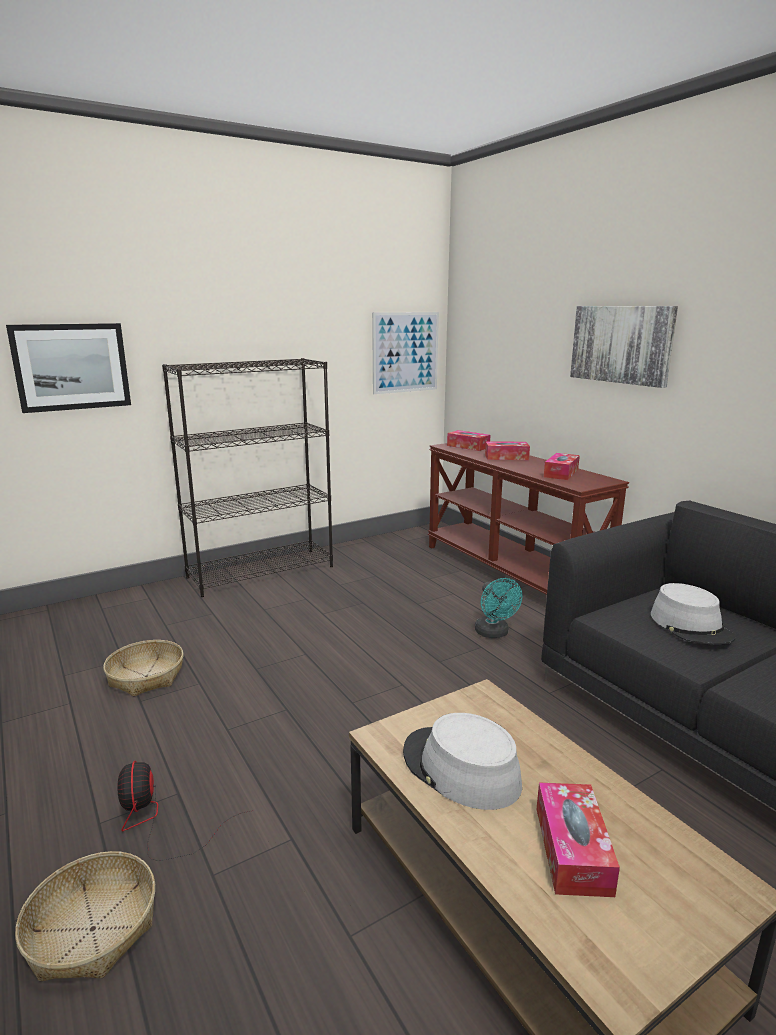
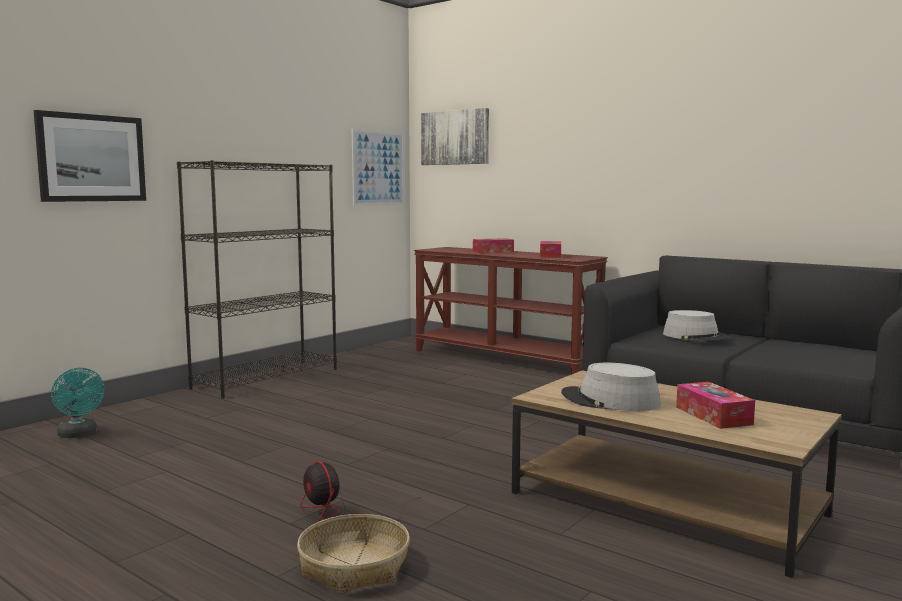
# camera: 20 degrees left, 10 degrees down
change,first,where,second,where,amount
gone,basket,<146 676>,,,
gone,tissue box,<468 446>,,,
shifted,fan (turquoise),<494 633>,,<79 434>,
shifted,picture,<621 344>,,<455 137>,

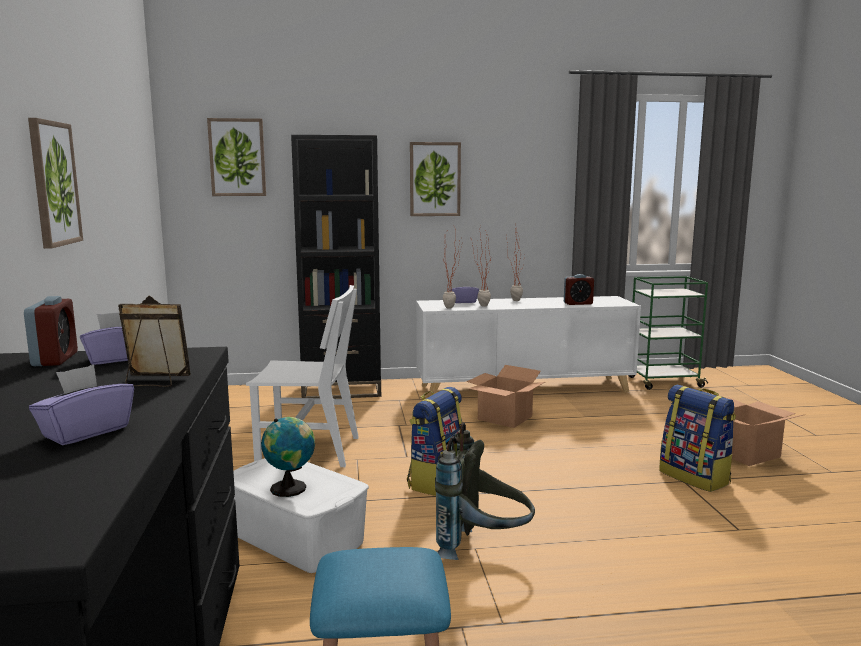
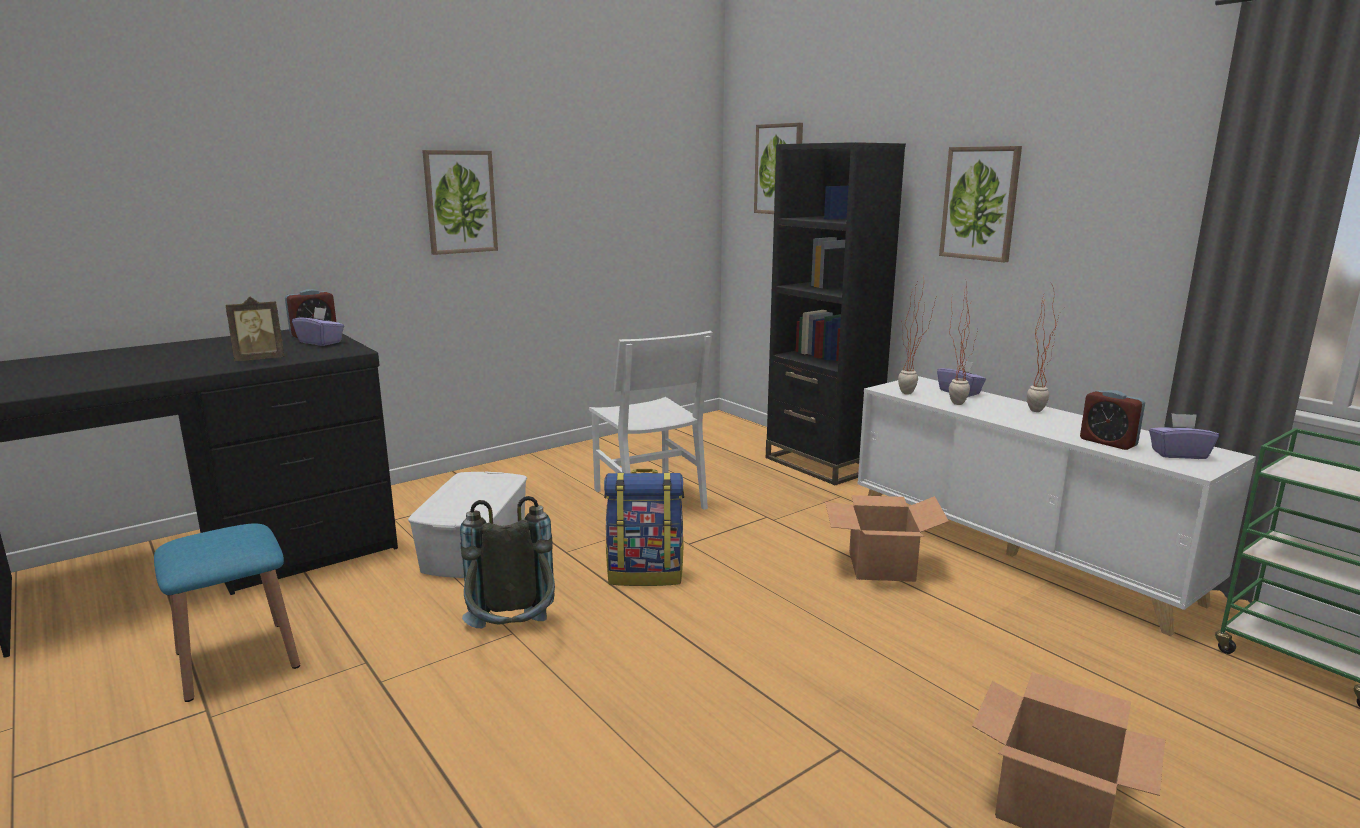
# camera: 60 degrees right, 5 degrees up
change,first,where,second,where,amount
shifted,tissue box (purple),<86 432>,,<1178 454>,
rotated,picture frame,<155 382>,,<259 359>,90 degrees clockwise
gone,globe,<291 488>,,,
gone,backpack,<695 477>,,,

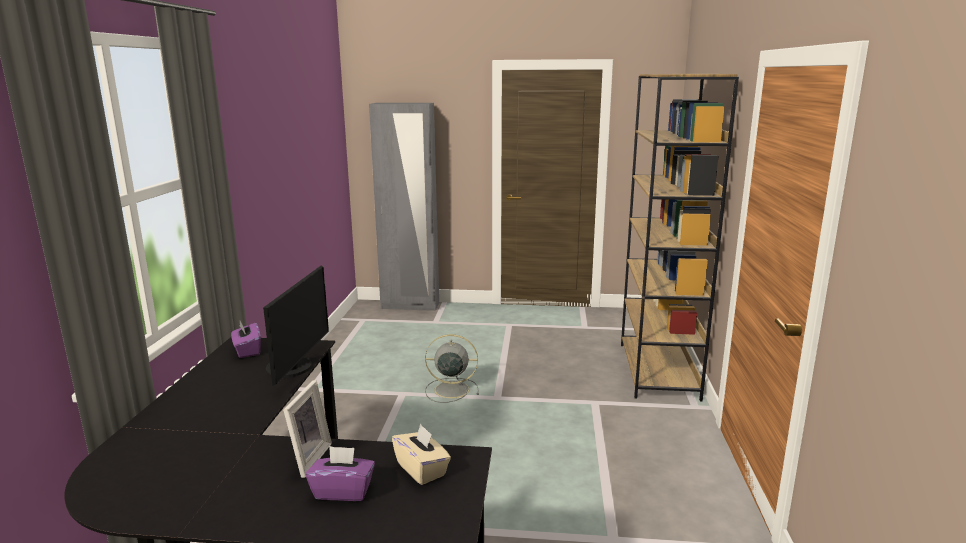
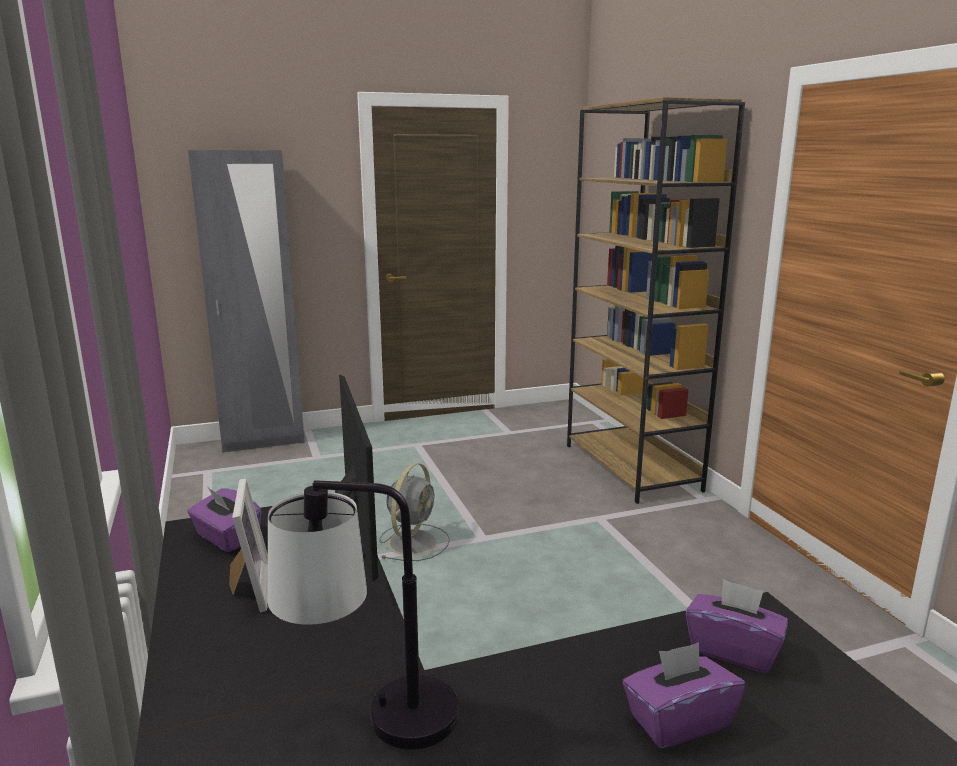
# camera: 25 degrees left, 0 degrees up
change,first,where,second,where,amount
shifted,picture frame,<306 458>,,<248 590>,
repainted,tissue box (beige),<422 469>,tissue box (purple),<733 650>,
rotated,fan (grey),<450 390>,,<414 541>,135 degrees clockwise
new,,,table lamp,<371 718>,

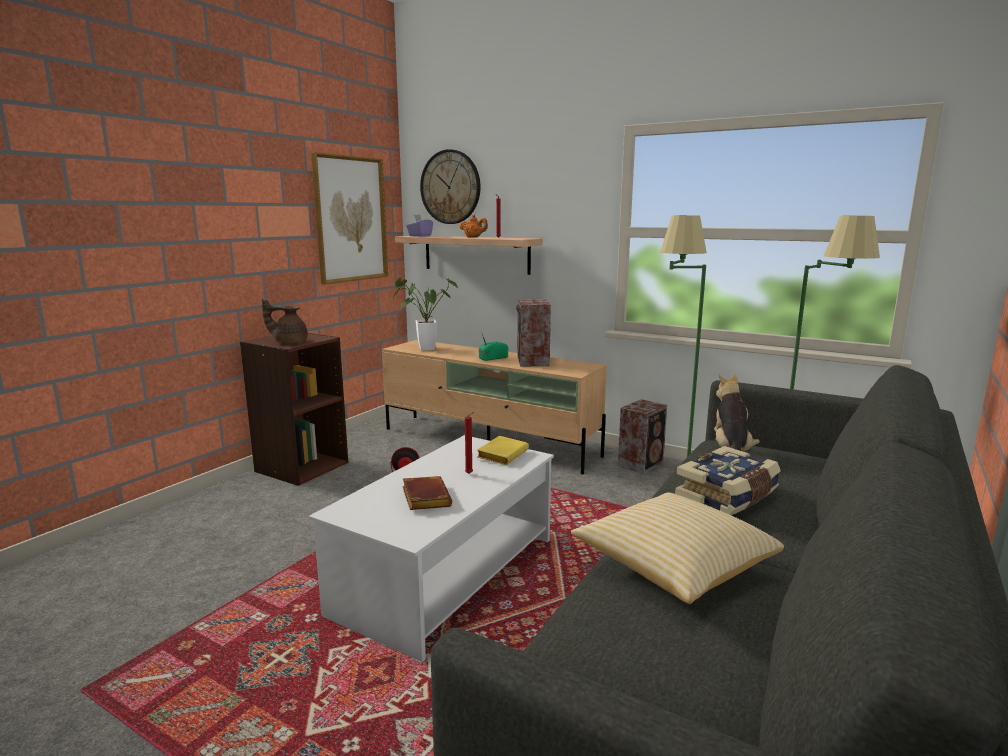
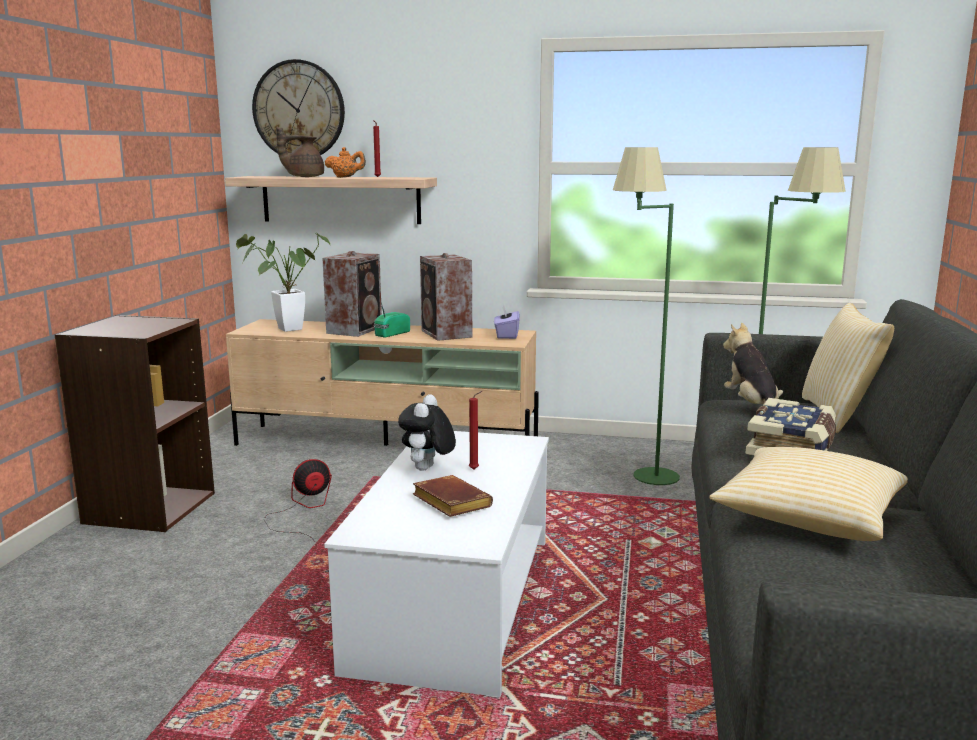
# camera: 20 degrees left, 0 degrees up
change,first,where,second,where,amount
shifted,teapot (brown),<289 342>,,<303 177>,
gone,picture,<350 219>,,,
shifted,tissue box (purple),<419 236>,,<506 335>,
gone,book (yellow),<502 454>,,,
shifted,speaker,<642 463>,,<356 330>,
new,,,plush toy,<427 469>,
new,,,pillow,<839 415>,

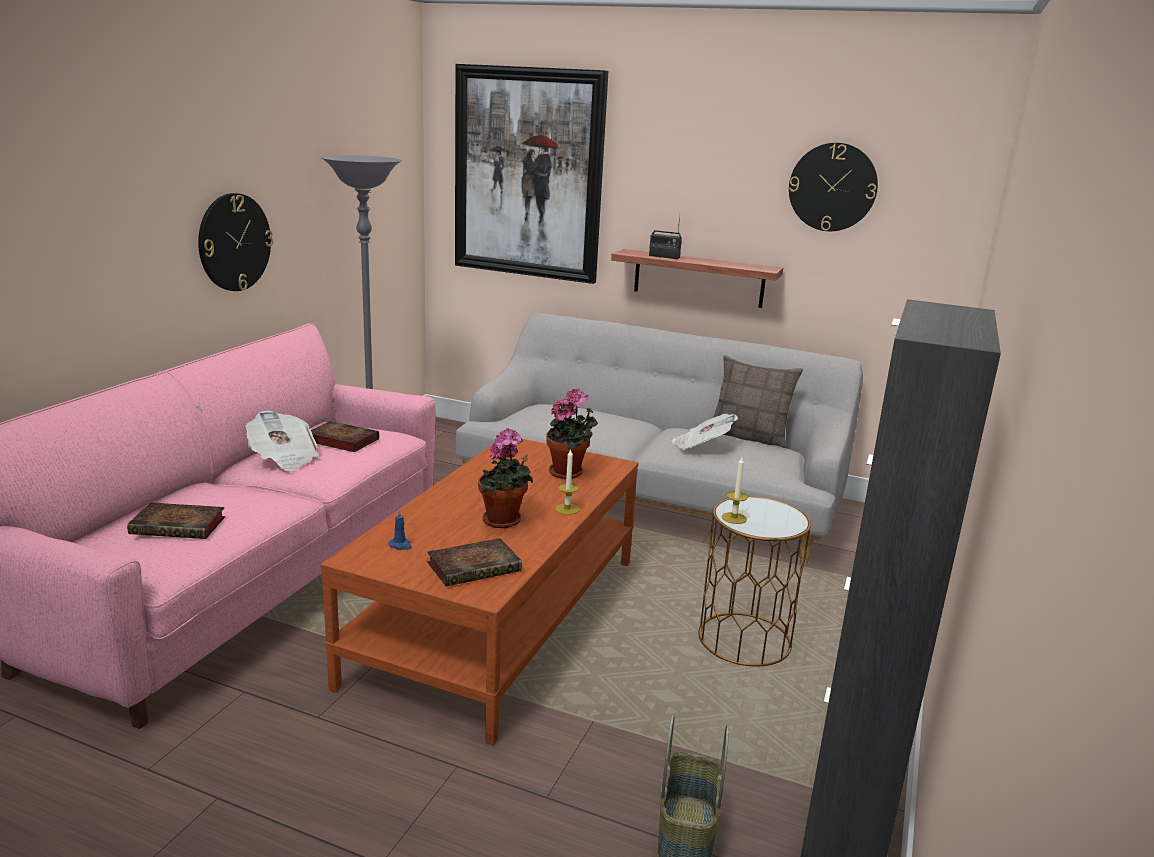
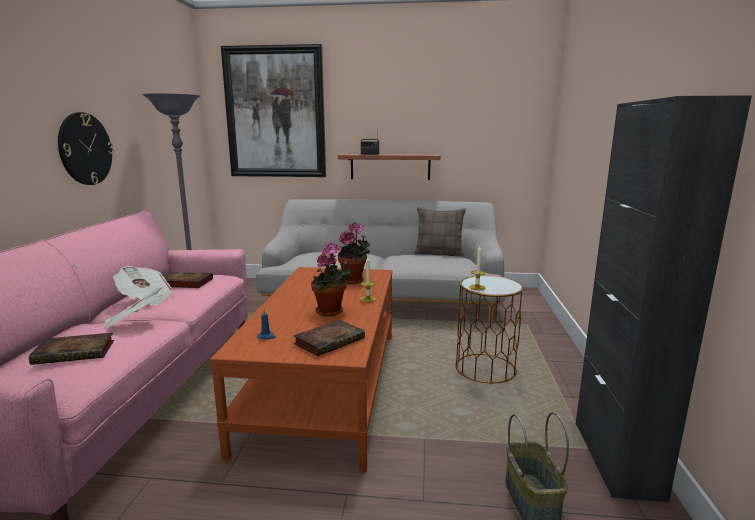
# camera: 15 degrees left, 5 degrees down
change,first,where,second,where,amount
shifted,newspaper,<701 447>,,<134 323>,
gone,wall clock,<832 187>,,,

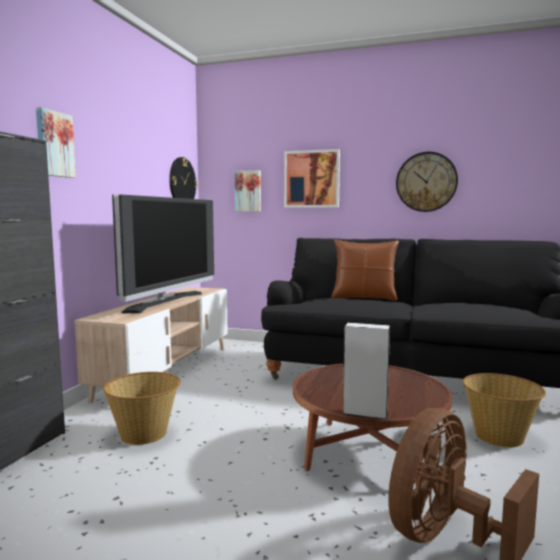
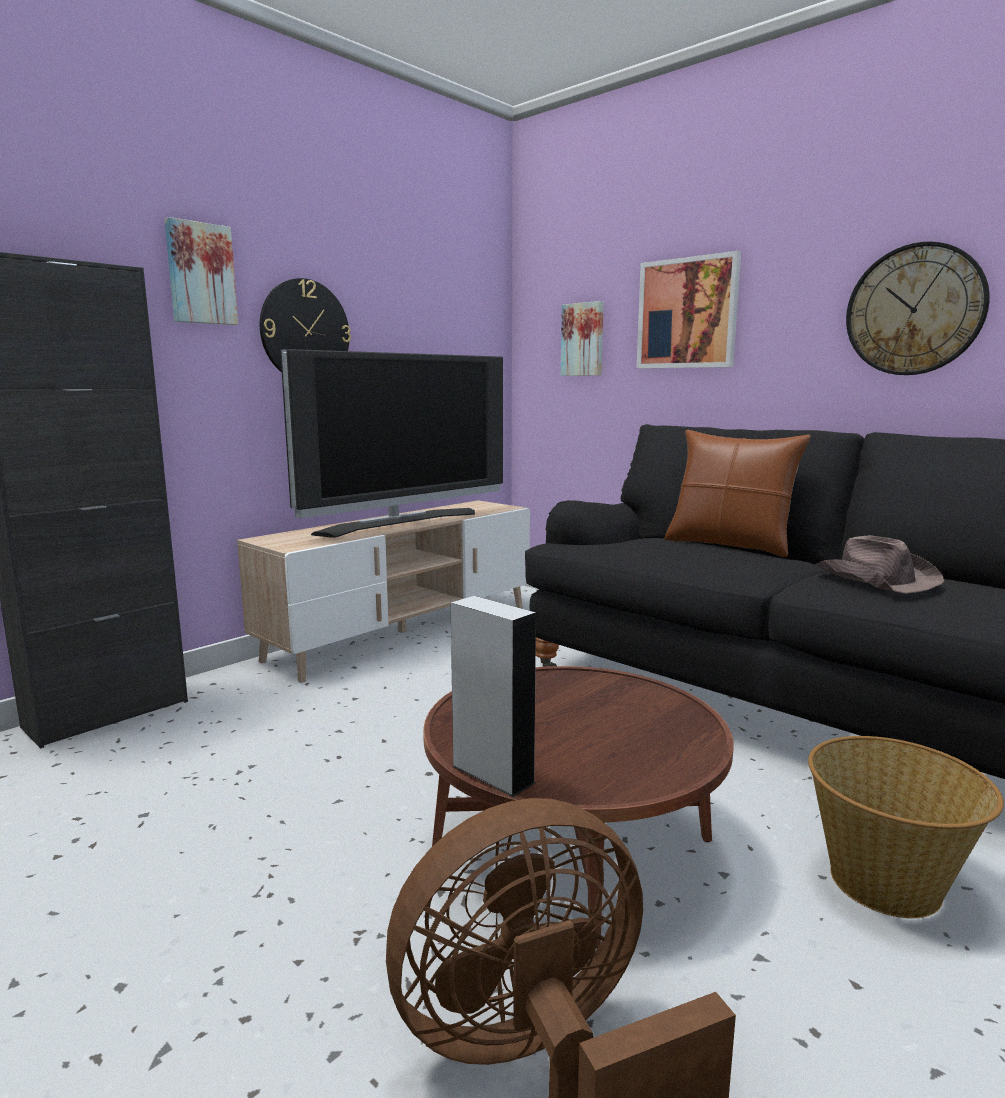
# camera: 25 degrees right, 5 degrees up
change,first,where,second,where,amount
gone,basket,<144 434>,,,
shifted,wall clock,<182 182>,,<305 331>,
new,,,hat (brown),<875 578>,

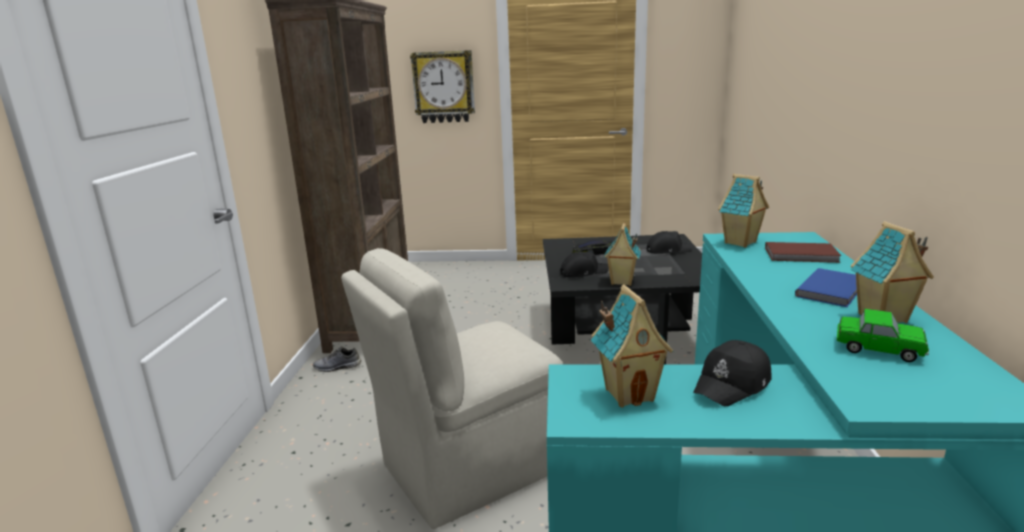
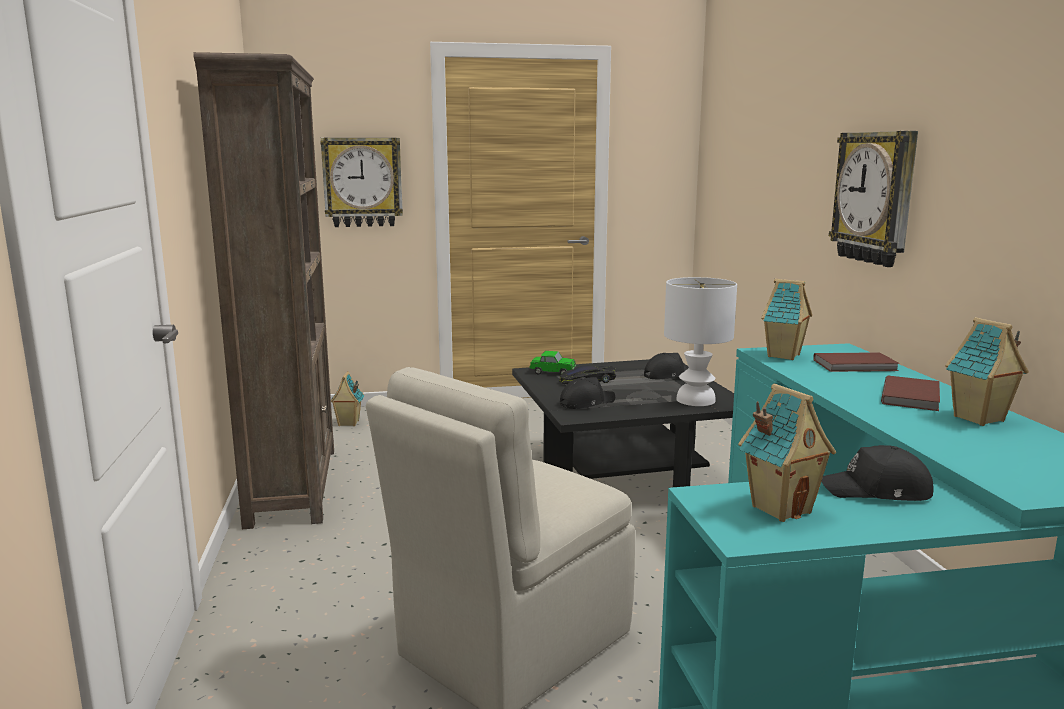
# camera: 15 degrees left, 5 degrees down
change,first,where,second,where,amount
gone,shoe (grey),<337 367>,,,
shifted,toy house,<621 282>,,<348 423>,
rotated,cap (black),<733 384>,,<877 491>,60 degrees clockwise
repainted,book (blue),<833 290>,book (brown),<912 396>,
shifted,toy car,<879 349>,,<552 372>,
new,,,table lamp (white),<694 400>,
new,,,wall clock,<875 197>,

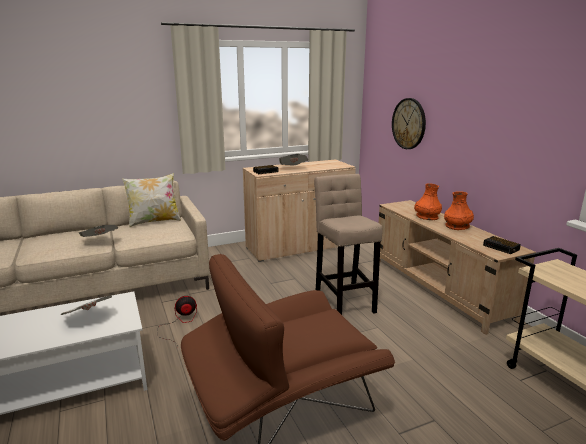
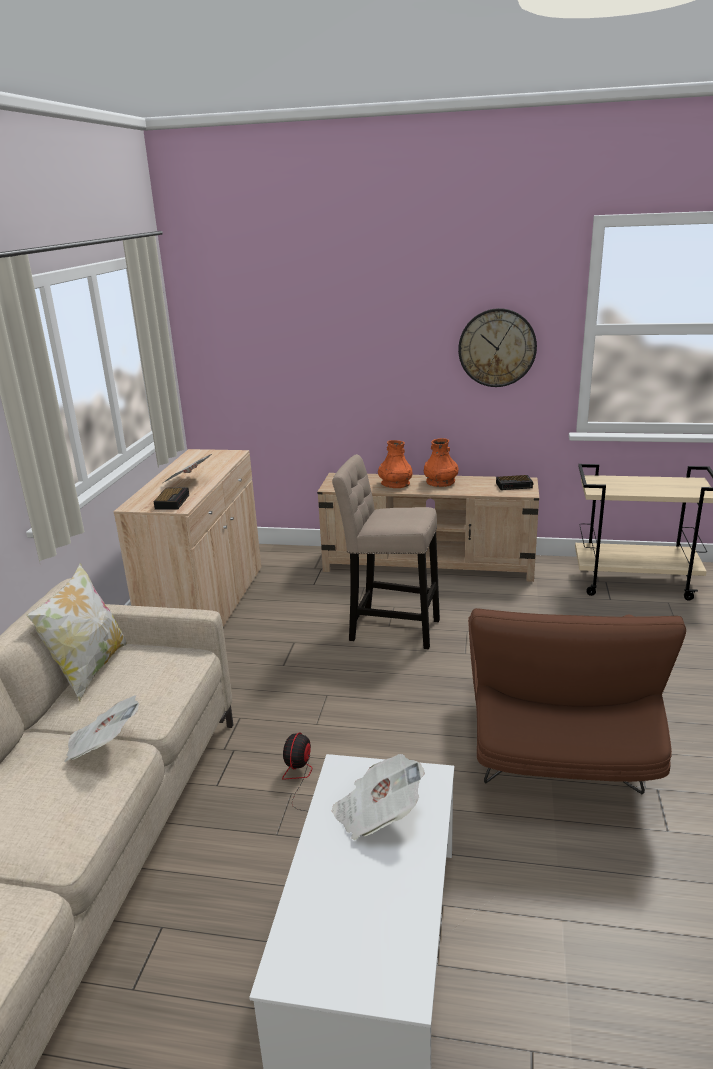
# camera: 55 degrees left, 5 degrees up
change,first,where,second,where,amount
shifted,wall clock,<409 123>,,<497 348>,

